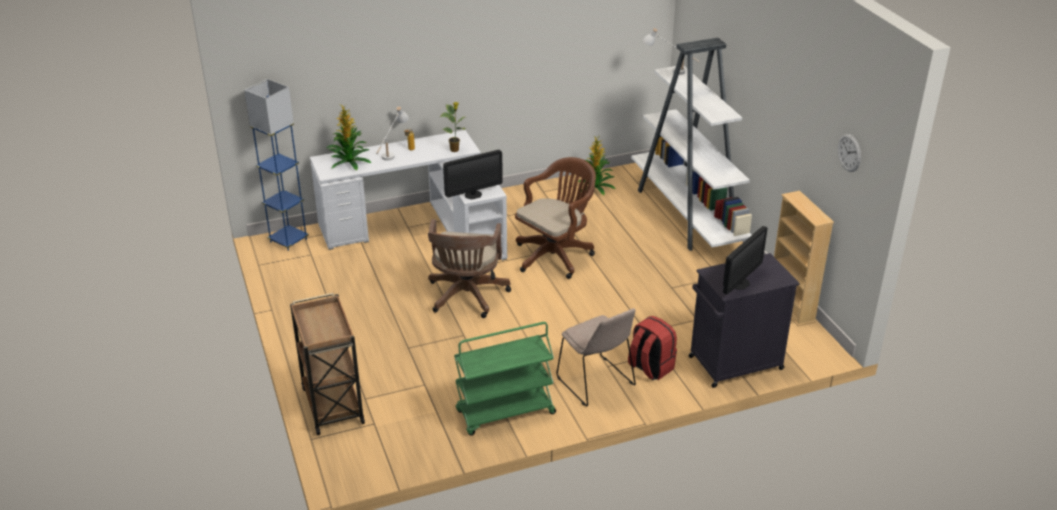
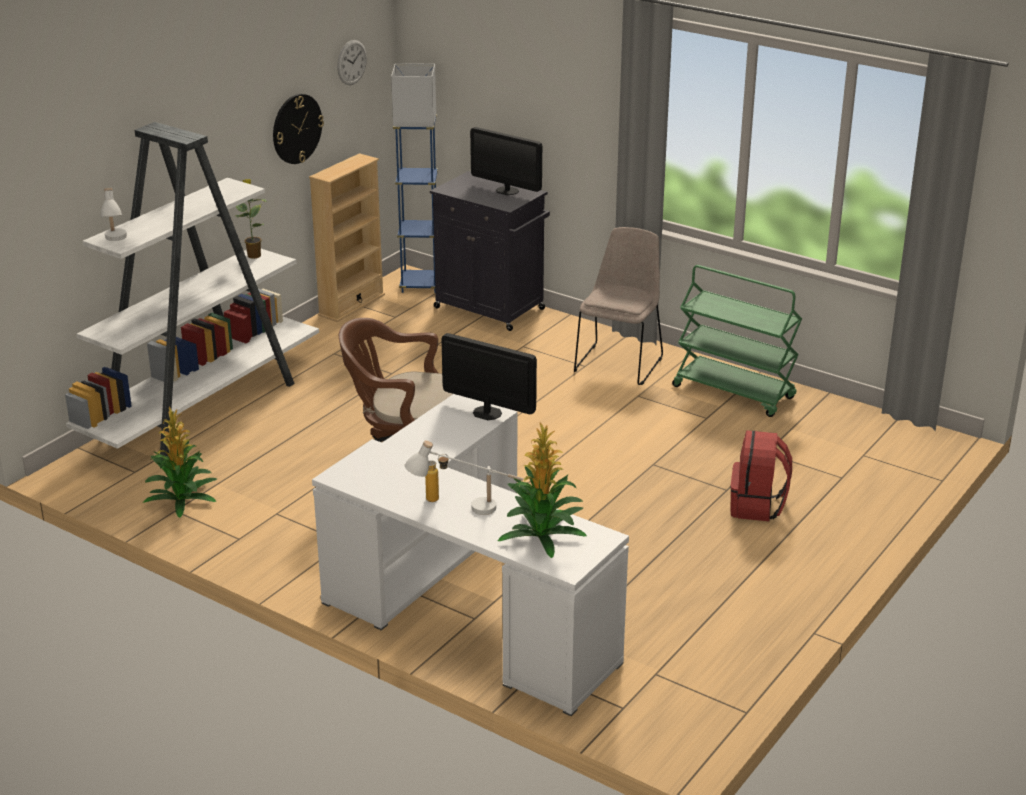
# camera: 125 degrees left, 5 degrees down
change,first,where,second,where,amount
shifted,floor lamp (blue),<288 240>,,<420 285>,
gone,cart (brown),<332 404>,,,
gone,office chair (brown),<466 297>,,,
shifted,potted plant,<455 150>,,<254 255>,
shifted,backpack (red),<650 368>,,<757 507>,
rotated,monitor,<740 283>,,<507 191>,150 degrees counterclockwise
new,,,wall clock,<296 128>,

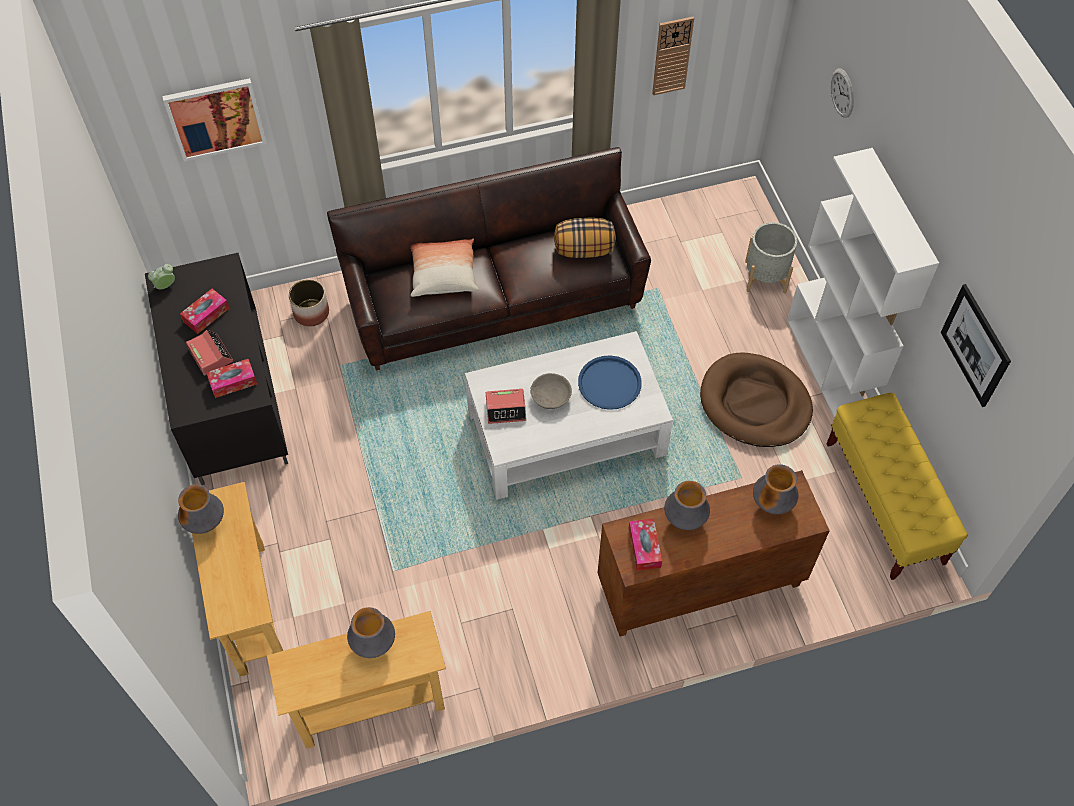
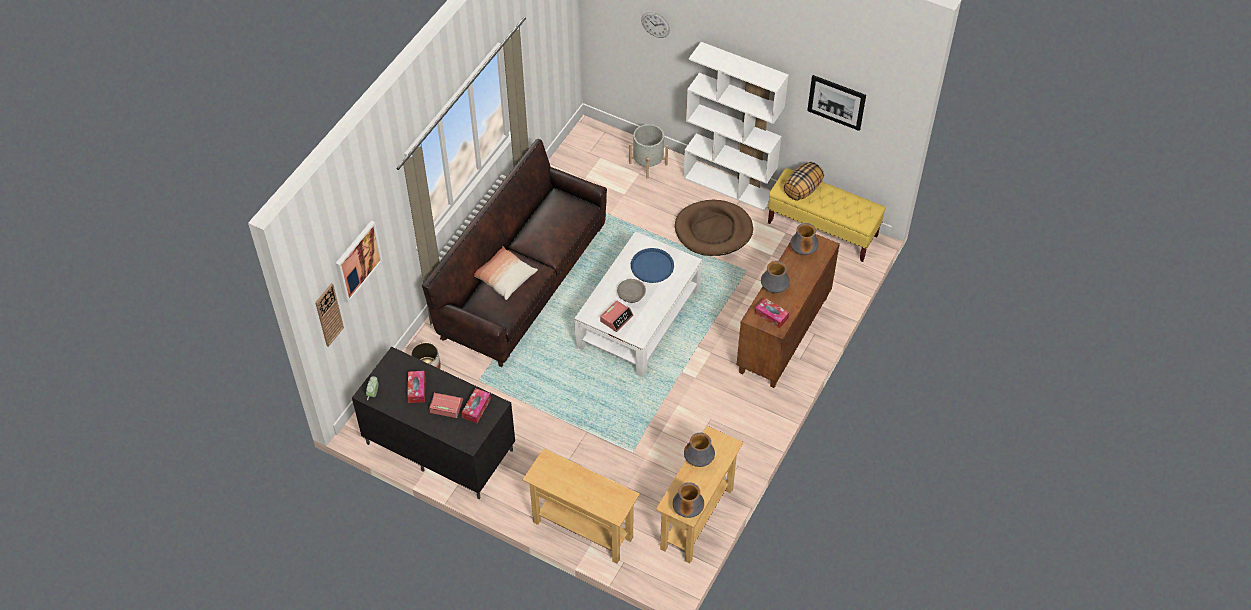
# camera: 45 degrees left, 5 degrees down
change,first,where,second,where,amount
shifted,vase,<205 522>,,<688 510>,
shifted,pillow,<584 250>,,<802 190>,
shifted,wall clock,<672 56>,,<328 314>,

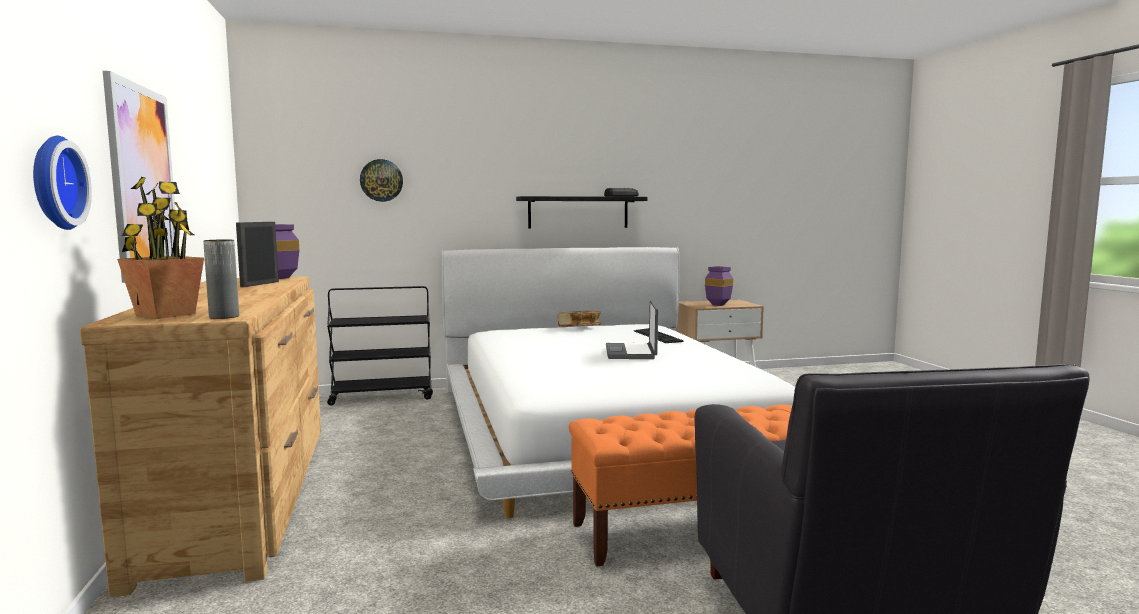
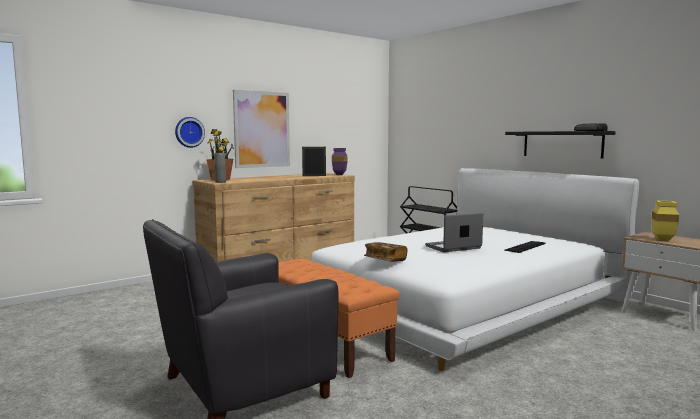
# camera: 65 degrees right, 0 degrees up
change,first,where,second,where,amount
gone,wall clock,<381 180>,,,
shifted,book,<579 328>,,<385 260>,
repainted,vase (purple),<716 305>,vase (yellow),<661 239>,

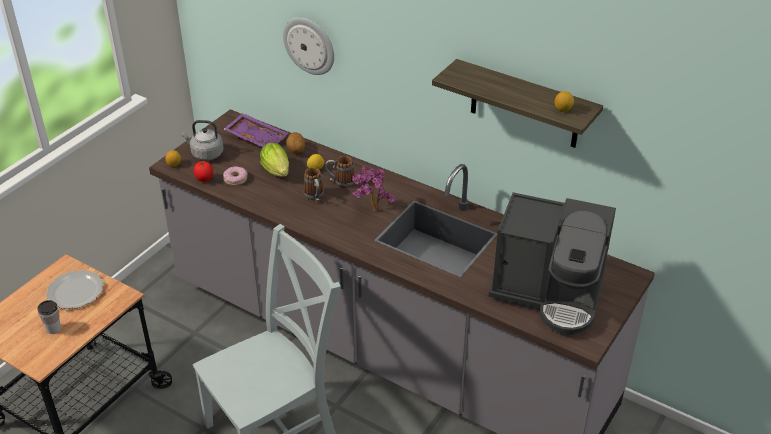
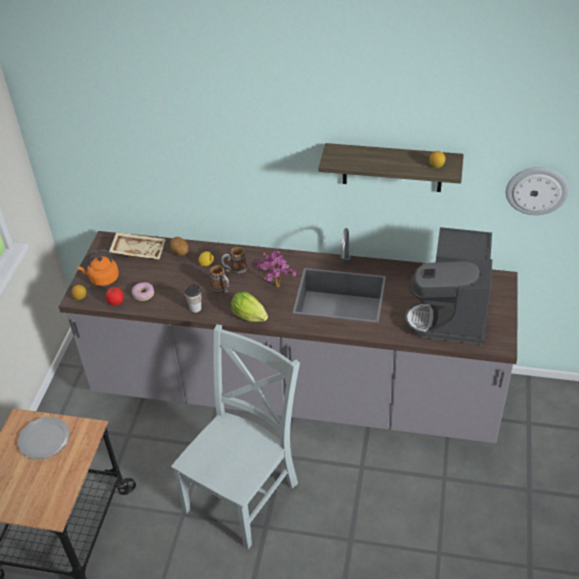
# camera: 20 degrees left, 5 degrees up
change,first,where,second,where,amount
shifted,cup,<53 329>,,<195 308>,
repainted,kettle (grey),<205 154>,kettle (orange),<102 279>,
repainted,tray (purple),<257 137>,tray (beige),<139 250>,
shifted,lettuce,<277 172>,,<251 317>,
shifted,wall clock,<309 45>,,<536 190>,
rotated,coffee machine,<549 294>,,<452 314>,105 degrees clockwise

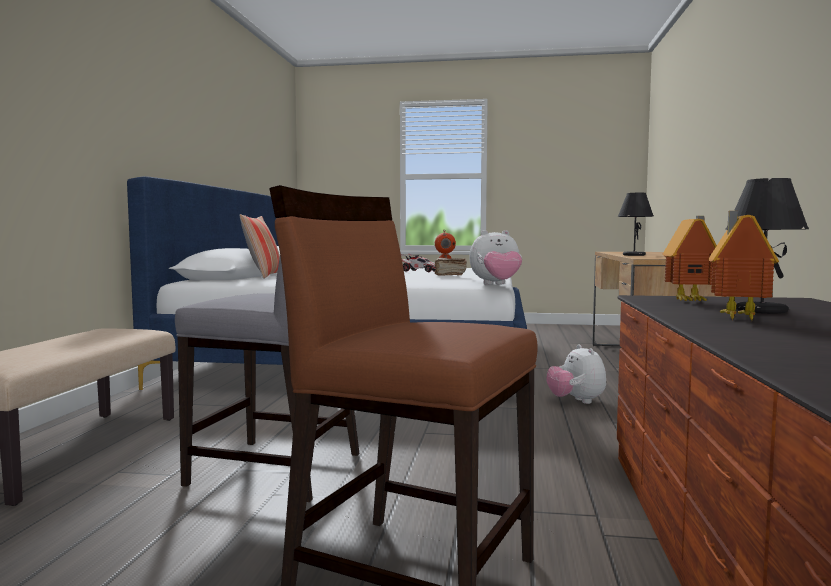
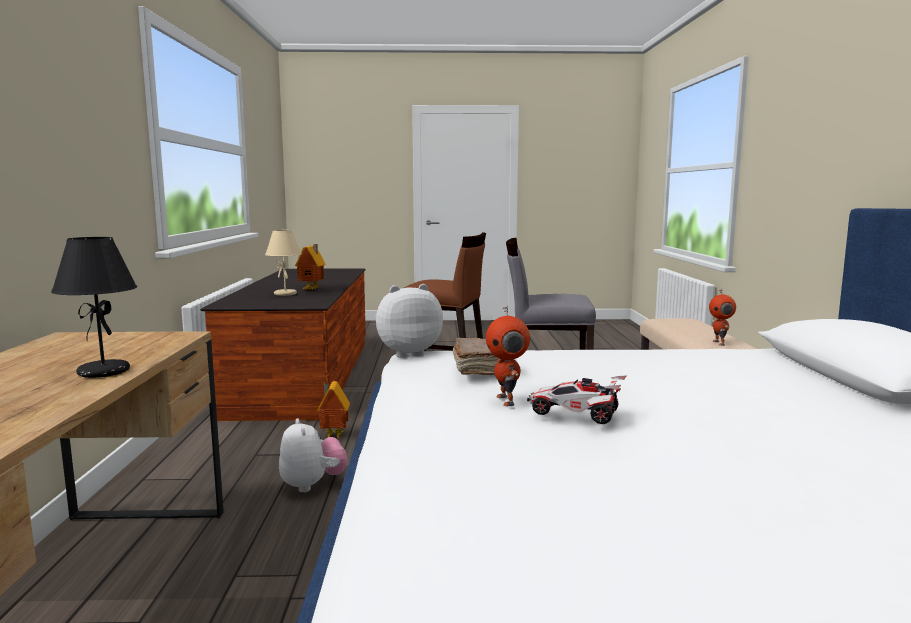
# camera: 170 degrees right, 5 degrees up
change,first,where,second,where,amount
gone,pillow,<264 276>,,,
shifted,toy house,<691 302>,,<333 436>,
repainted,table lamp (black),<760 311>,table lamp (beige),<286 294>,
new,,,toy robot,<720 343>,

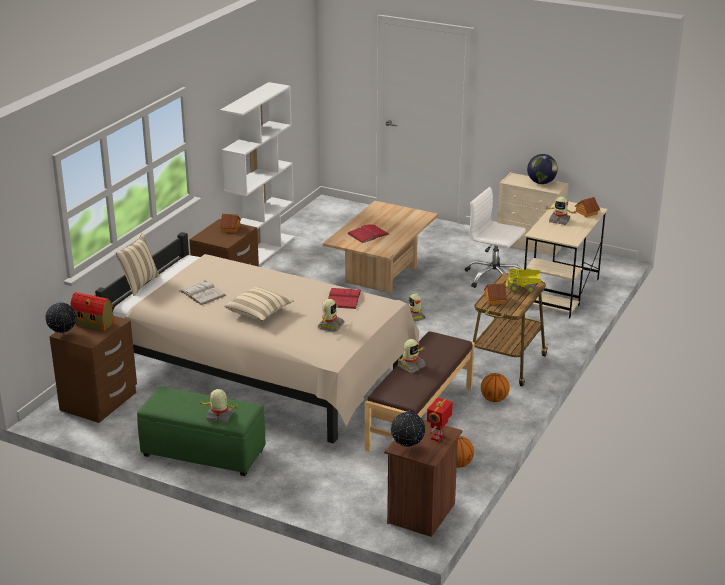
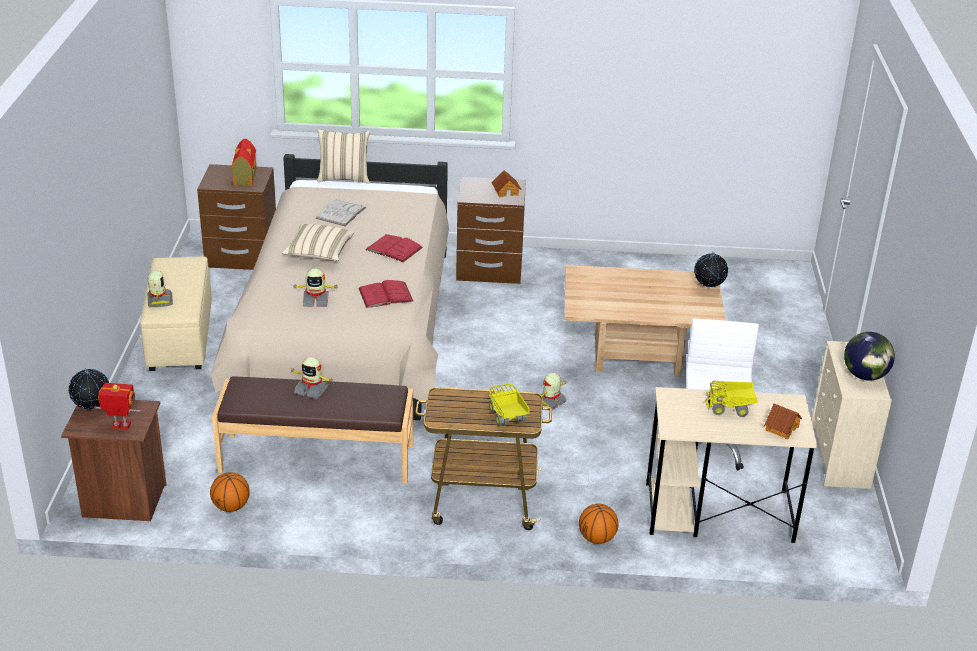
# camera: 65 degrees right, 5 degrees up
change,first,where,second,where,amount
shifted,globe,<63 334>,,<708 288>,
repainted,ottoman (green),<202 452>,ottoman (beige),<180 336>,
gone,bookcase (white),<262 251>,,,
shifted,book (red),<368 234>,,<394 248>,
shifted,basketball,<494 399>,,<597 538>,
gone,toy house,<494 299>,,,
swapped,toy robot,<559 220>,toy truck,<731 408>,

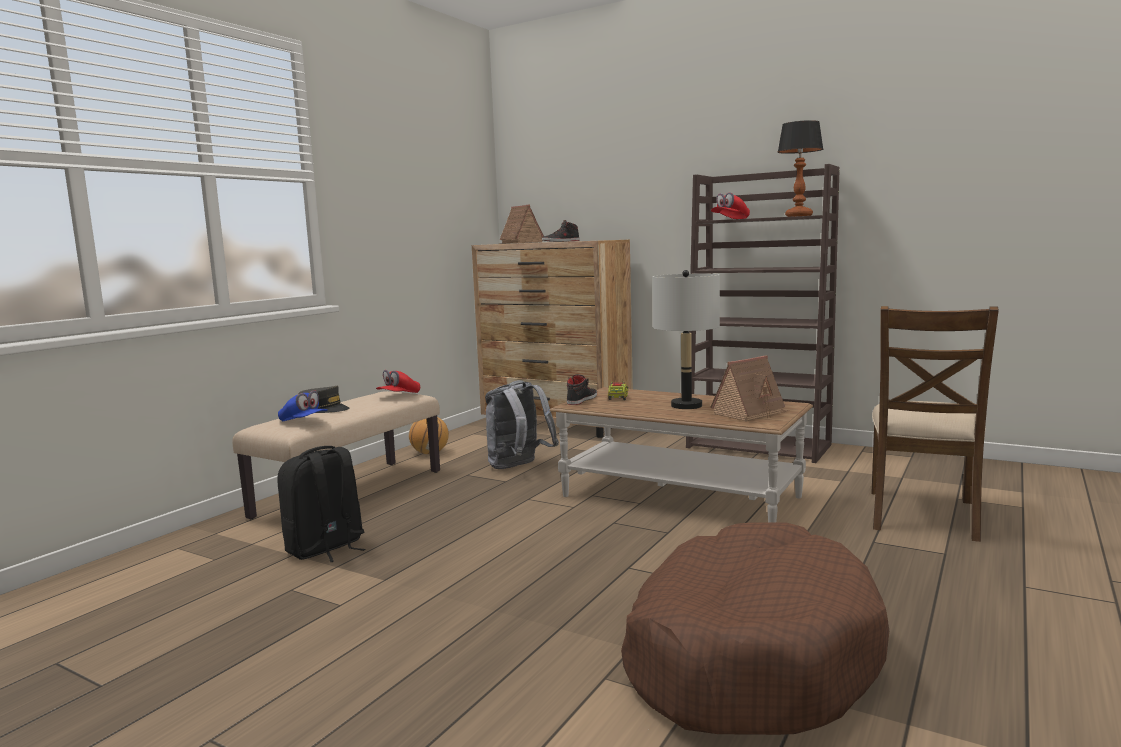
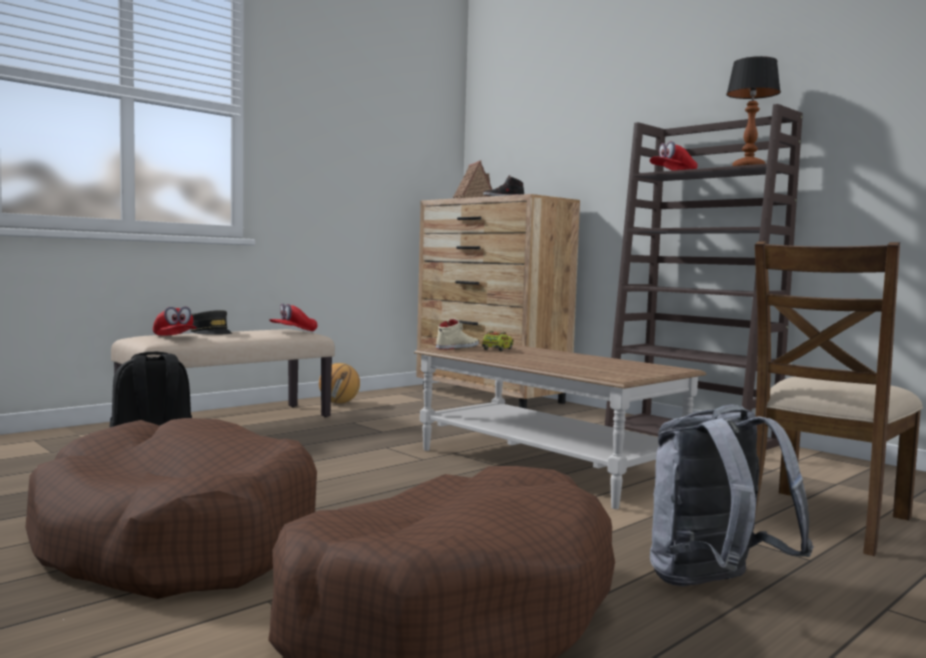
# camera: 15 degrees right, 5 degrees down
change,first,where,second,where,amount
repainted,cap (blue),<303 422>,cap (red),<174 337>,
shifted,backpack (grey),<518 467>,,<714 585>,
repainted,shoe (black),<581 400>,shoe (beige),<457 347>,
gone,table lamp (grey),<686 406>,,,
gone,toy house,<750 413>,,,
new,,,dog bed (brown),<175 541>,

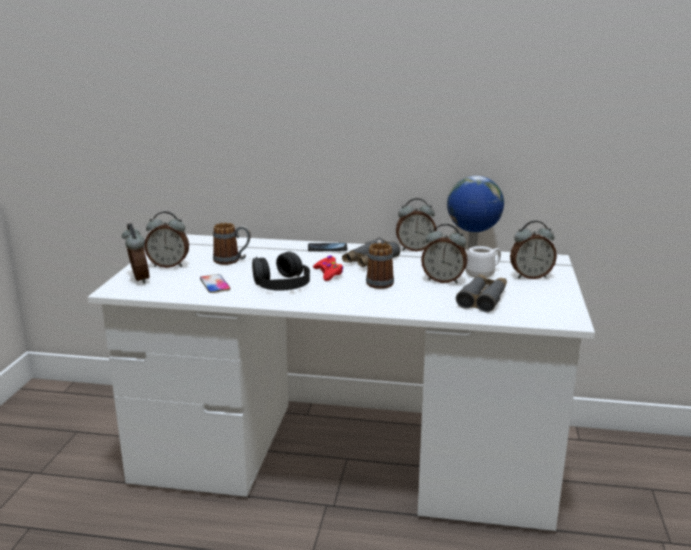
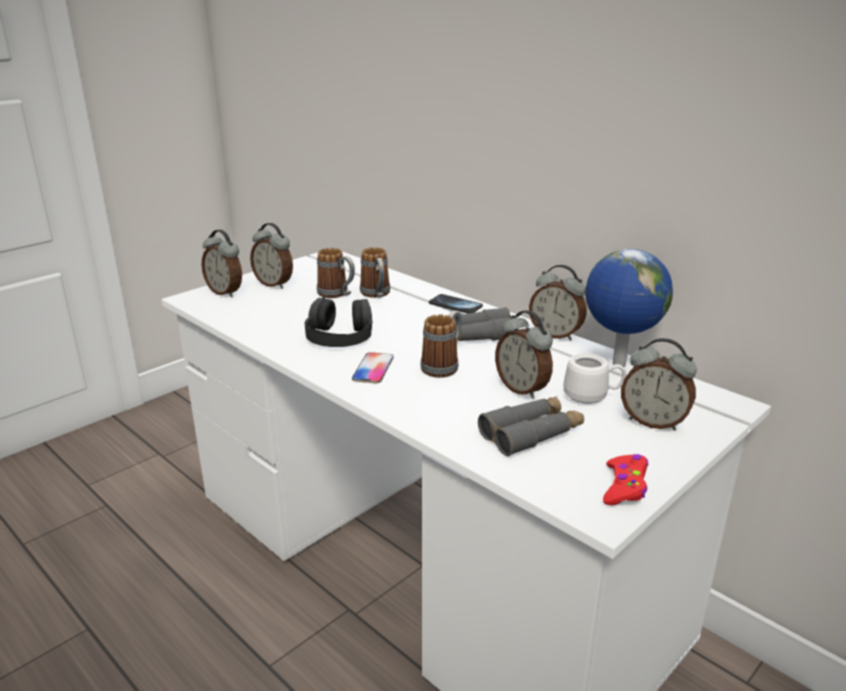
# camera: 35 degrees right, 5 degrees up
change,first,where,second,where,amount
rotated,alarm clock,<138 279>,,<226 292>,120 degrees clockwise
shifted,phone,<214 284>,,<373 369>,
shifted,game controller (red),<328 273>,,<624 487>,
new,,,mug,<377 295>,

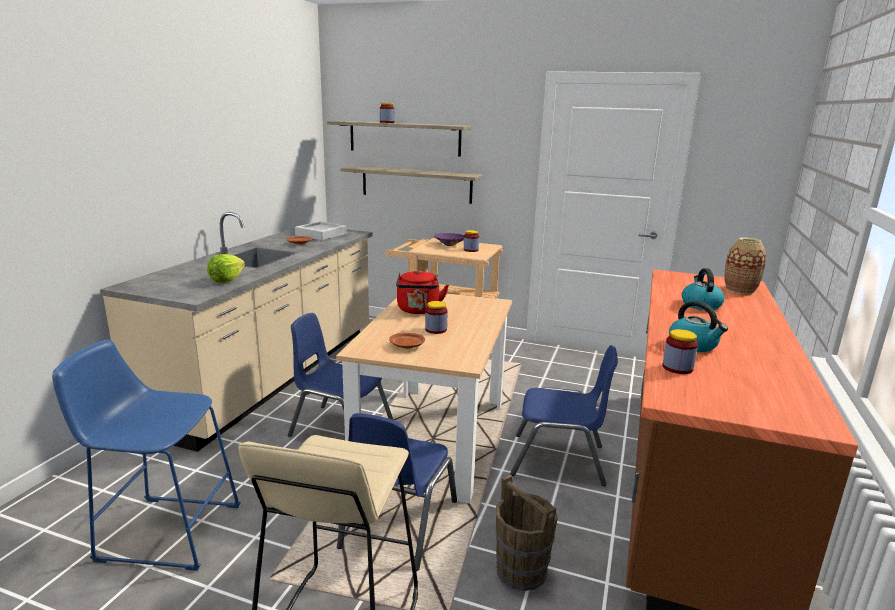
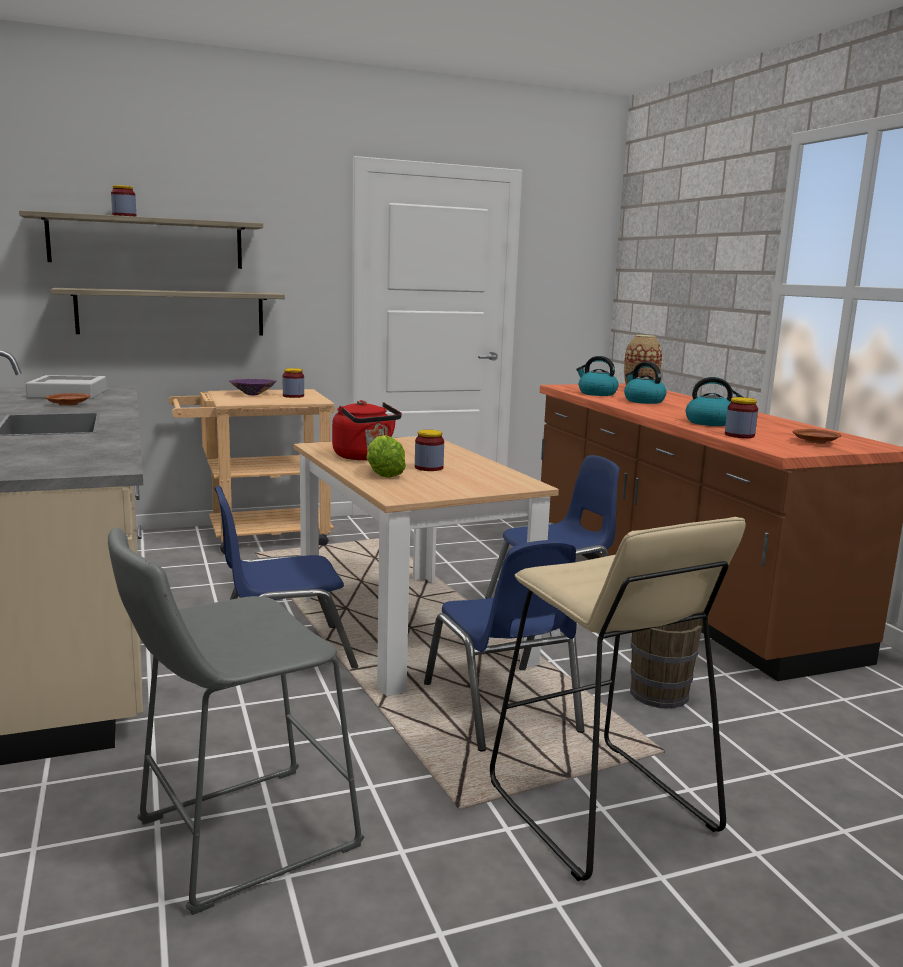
# camera: 40 degrees left, 5 degrees down
change,first,where,second,where,amount
repainted,stool (blue),<164 531>,stool (grey),<236 838>,
shifted,lettuce,<227 280>,,<383 474>,
shifted,plate (brown),<407 346>,,<815 442>,
new,,,kettle,<596 393>,

